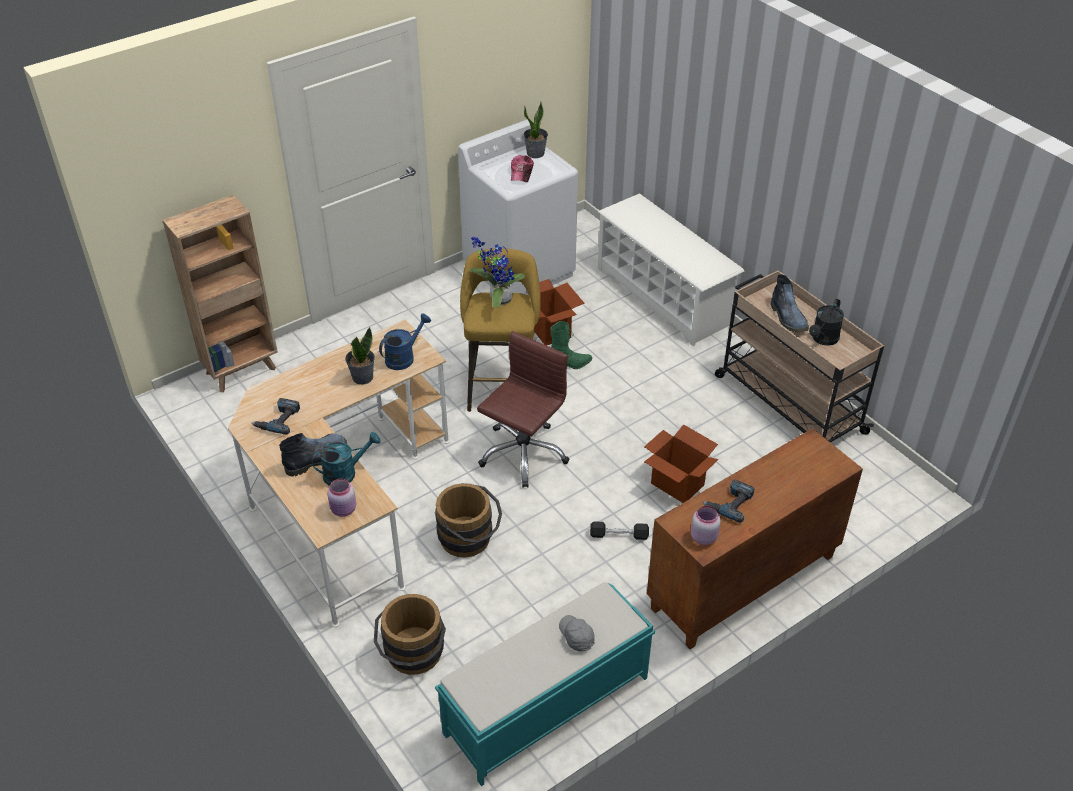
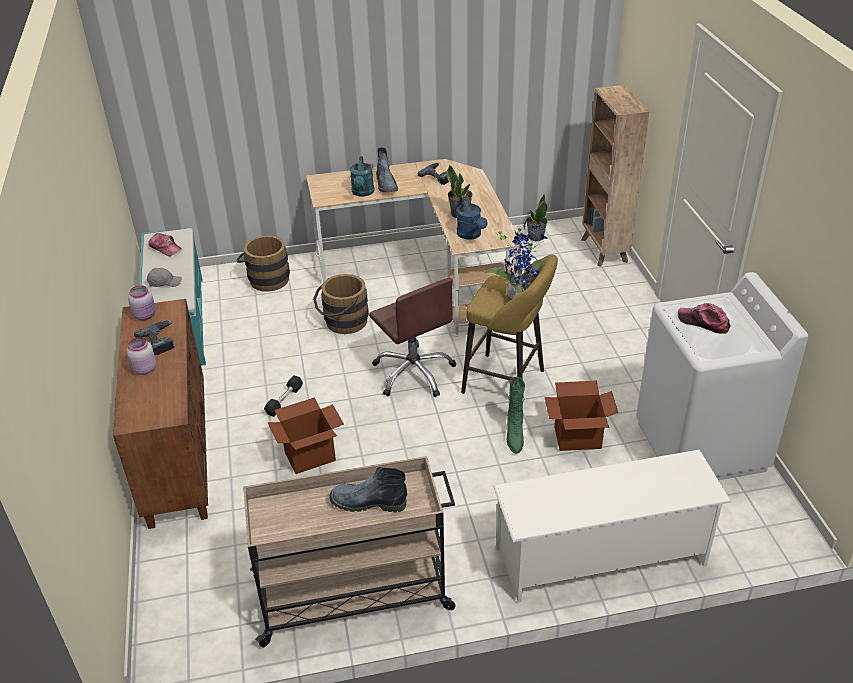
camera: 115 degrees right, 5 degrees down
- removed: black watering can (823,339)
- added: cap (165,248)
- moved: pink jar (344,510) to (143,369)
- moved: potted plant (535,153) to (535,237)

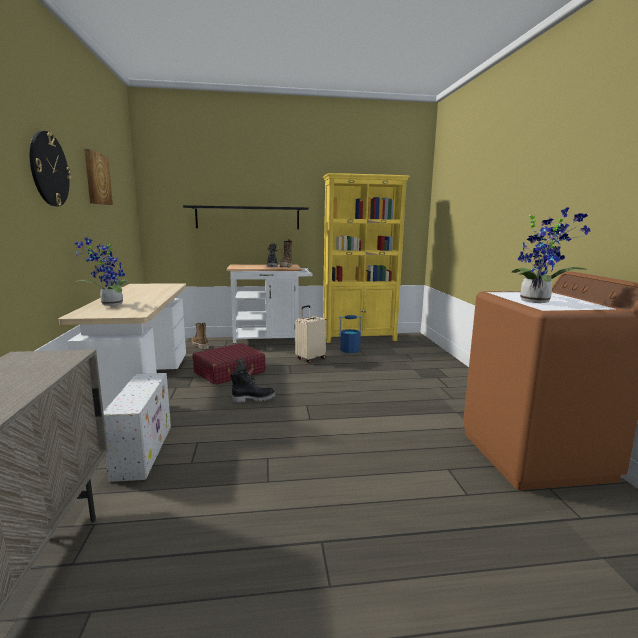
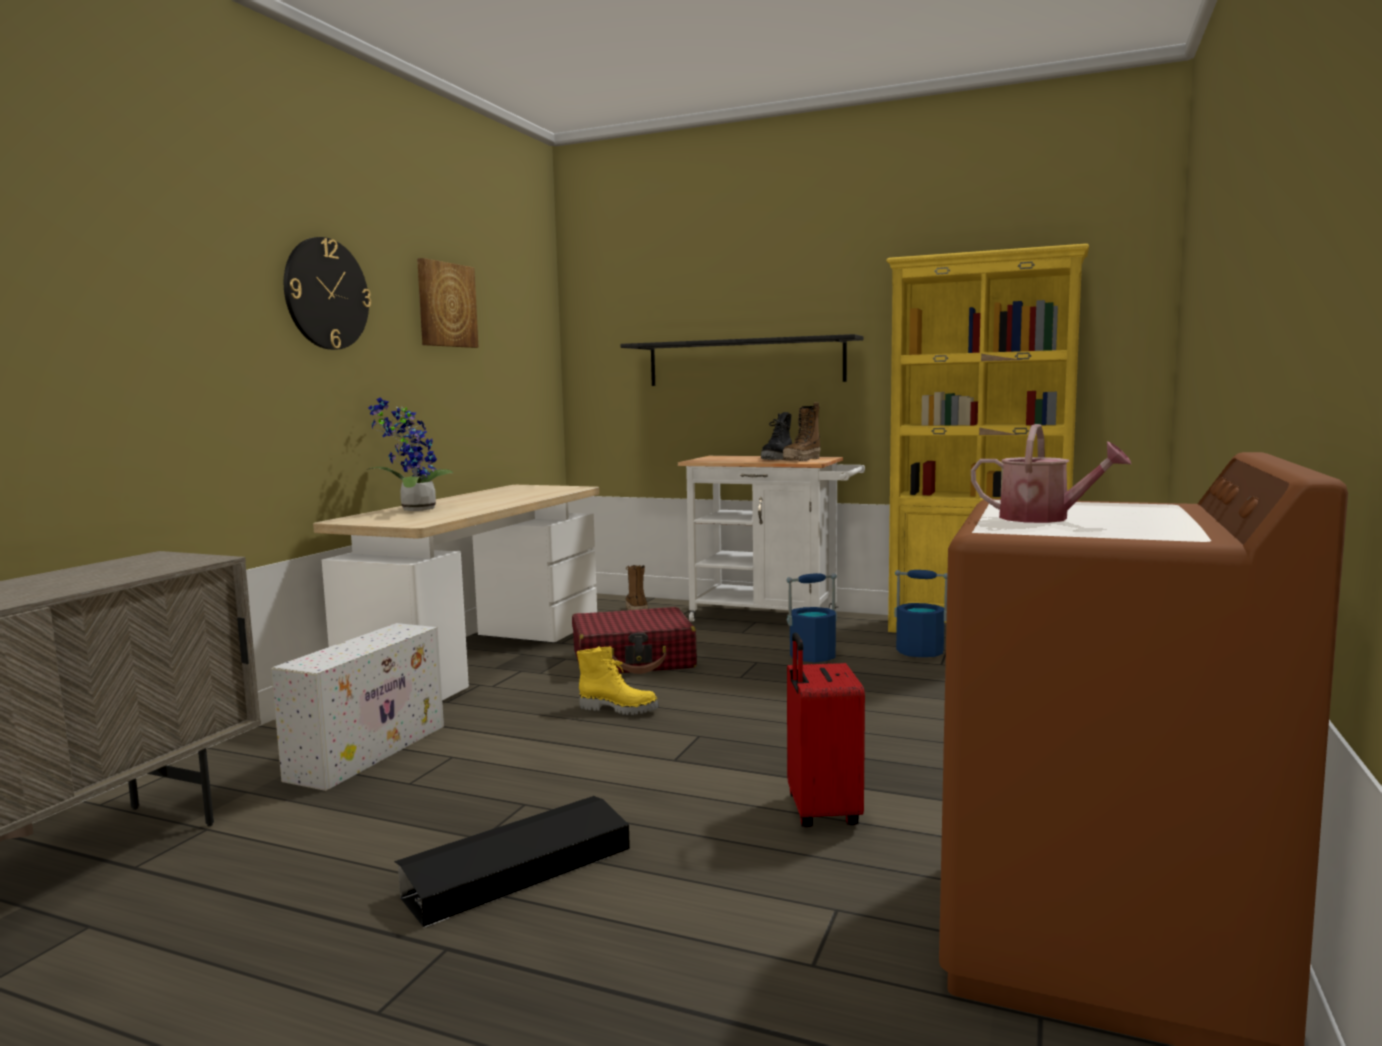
camera: 30 degrees right, 5 degrees down
- added: black storage box (516,871)
- added: red suitcase (820,811)
- replaced: beige suitcase (310,359) to blue bucket (813,657)
- replaced: potted plant (538,301) to watering can (1044,518)
- recoloured: black boot (253,399) to yellow boot (619,709)

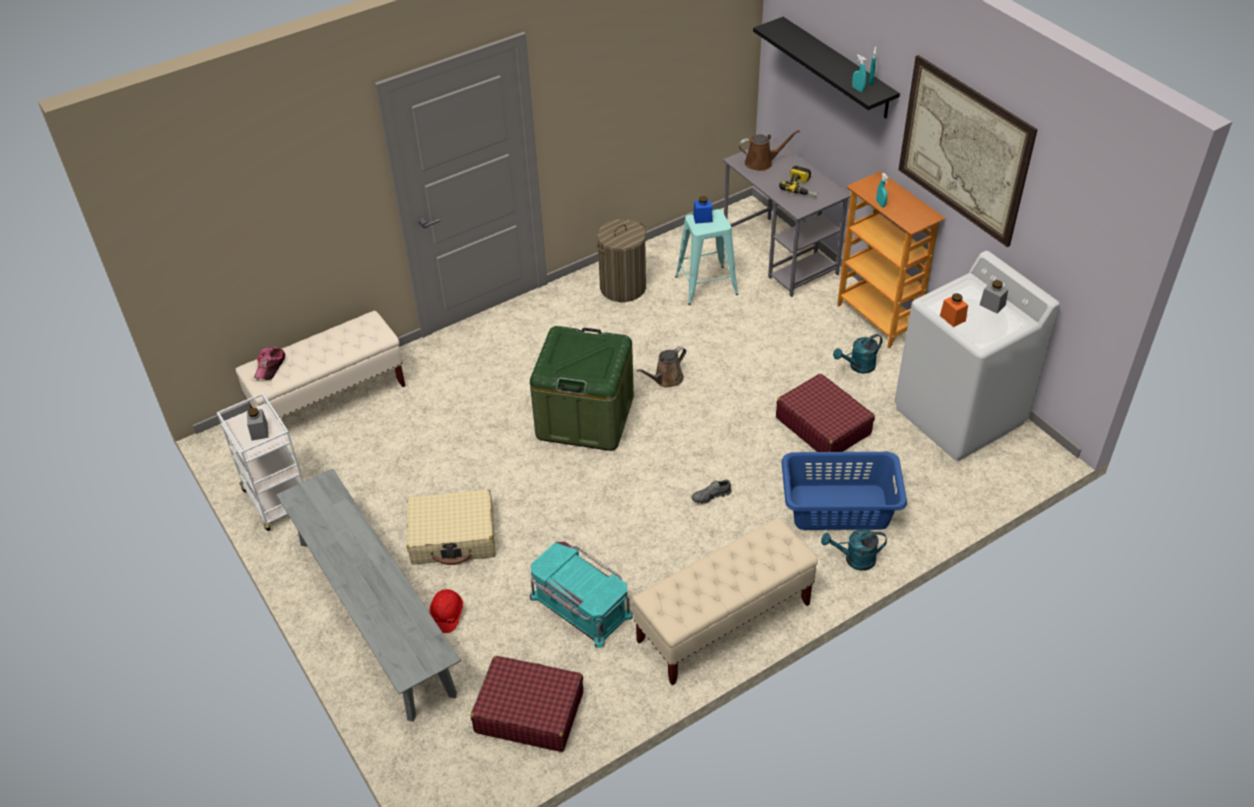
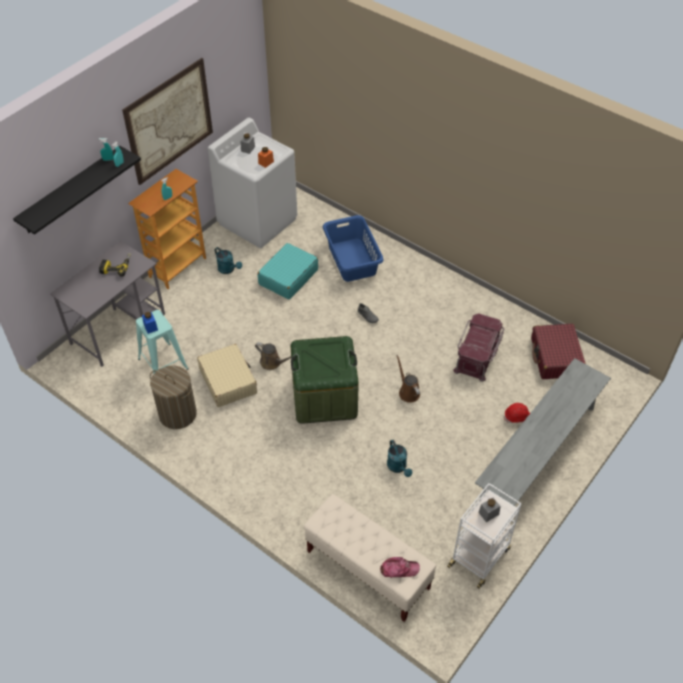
camera: 110 degrees left, 5 degrees up
- removed: beige bench (723,623)
- moved: beige suitcase (453,537) to (228,381)
- moved: brown watering can (761,162) to (408,392)
- moved: turquoise watering can (854,559) to (398,467)
- recoloured: turquoise storage box (579,606) to red storage box (478,355)
- recoloured: red suitcase (823,425) to turquoise suitcase (288,277)

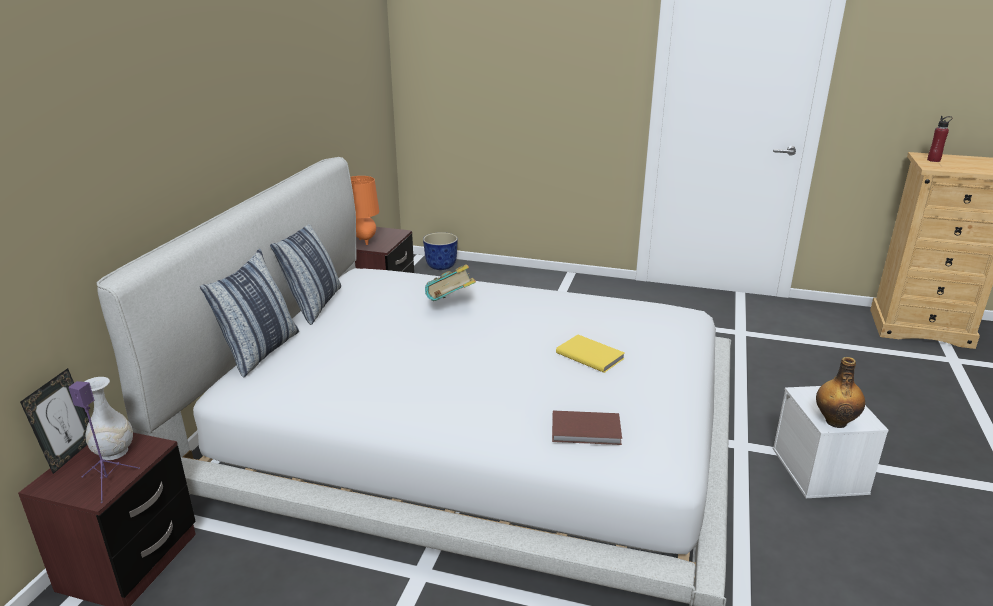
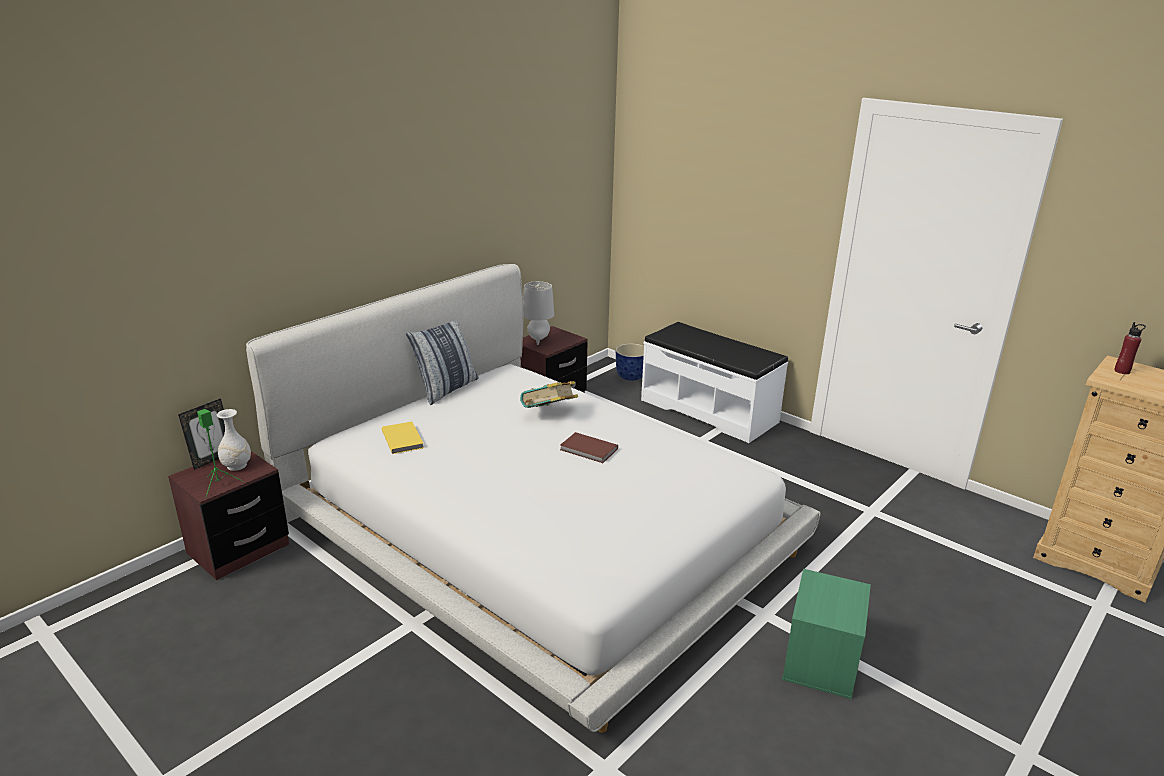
camera: 25 degrees right, 0 degrees up
- removed: pillow (260,352)
- removed: bottle (835,421)
- added: white bench (709,410)
- moved: brown book (587,431) to (588,450)
- moved: yellow book (590,355) to (403,439)
- recoloured: purple speaker (108,481) to green speaker (219,484)
- recoloured: orange table lamp (364,241) to grey table lamp (538,340)
- recoloured: white storage box (820,471) to green storage box (822,662)

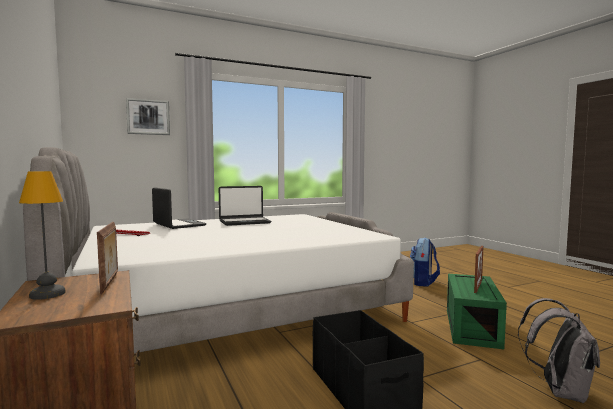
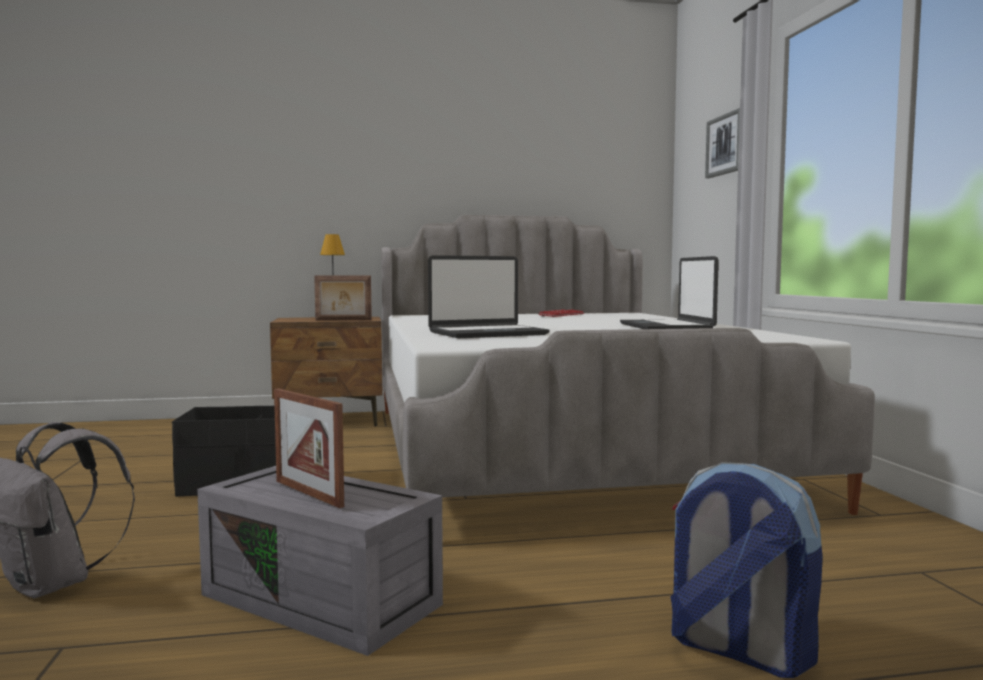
camera: 105 degrees right, 0 degrees up
- moved: laptop (178,225) to (487,333)
- recoloured: green storage box (470,327) to grey storage box (325,599)

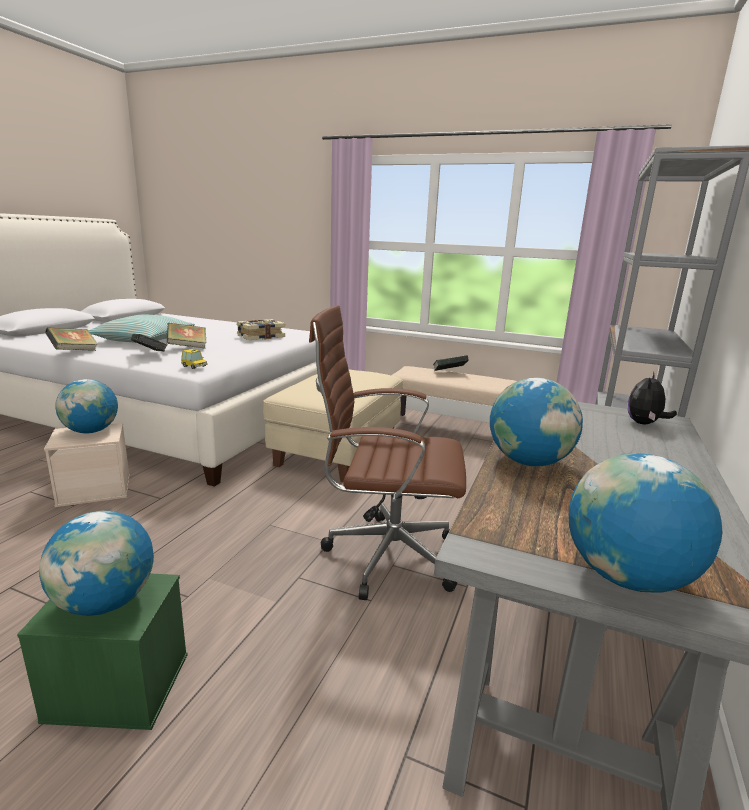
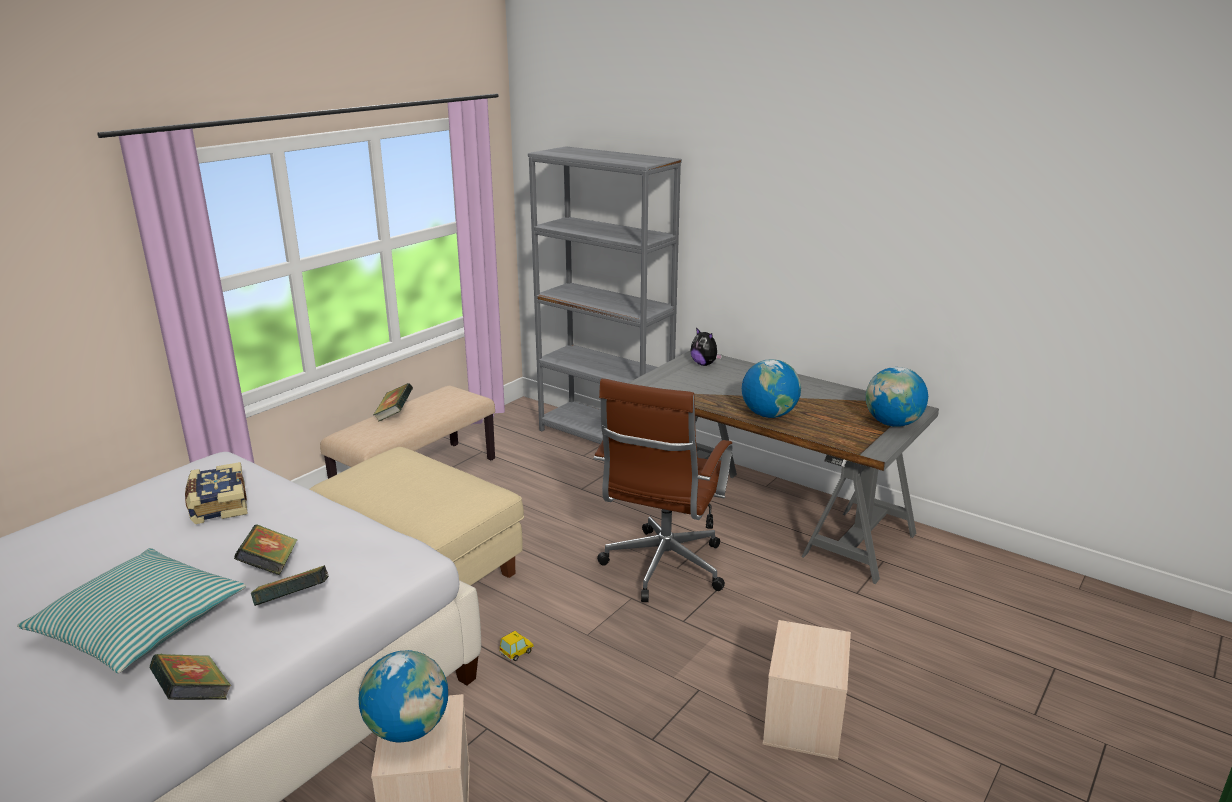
camera: 75 degrees left, 5 degrees up
- removed: globe (105,602)
- moved: toy car (194,366) to (517,652)
- recoloured: green storage box (116,687) to beige storage box (804,721)

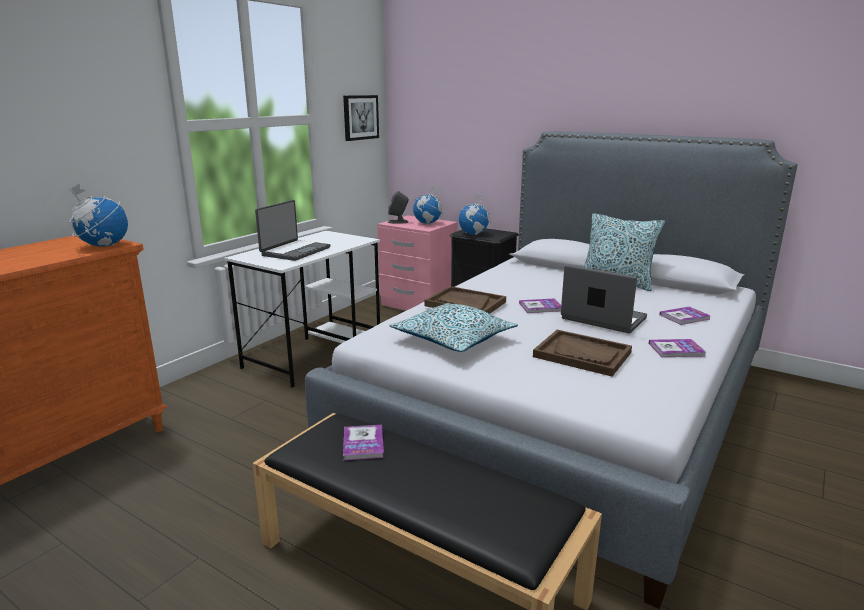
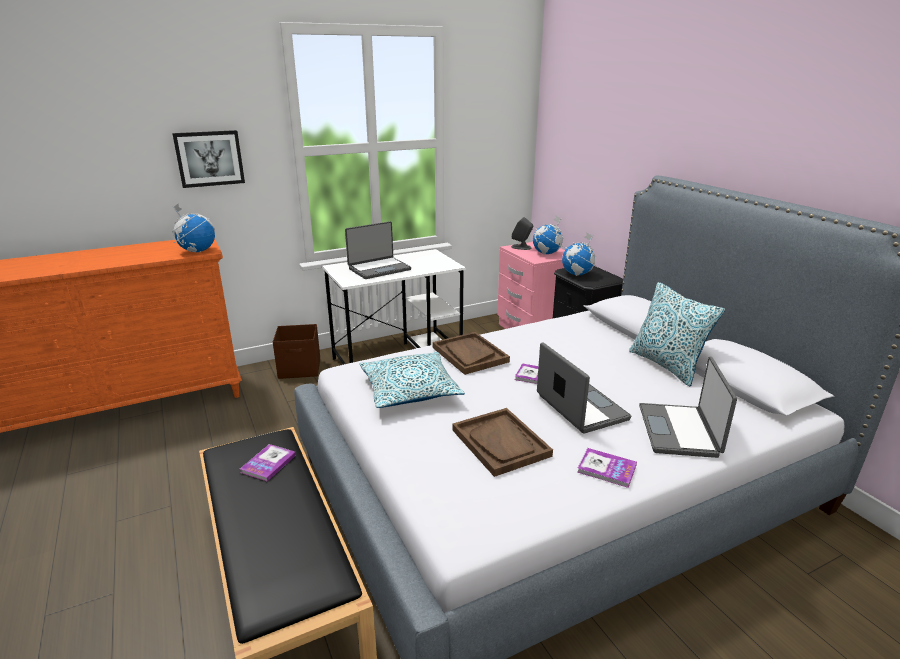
camera: 30 degrees right, 5 degrees up
- added: brown storage box (300,369)
- moved: picture (360,117) to (209,158)
- replaced: book (684,317) to laptop (680,431)

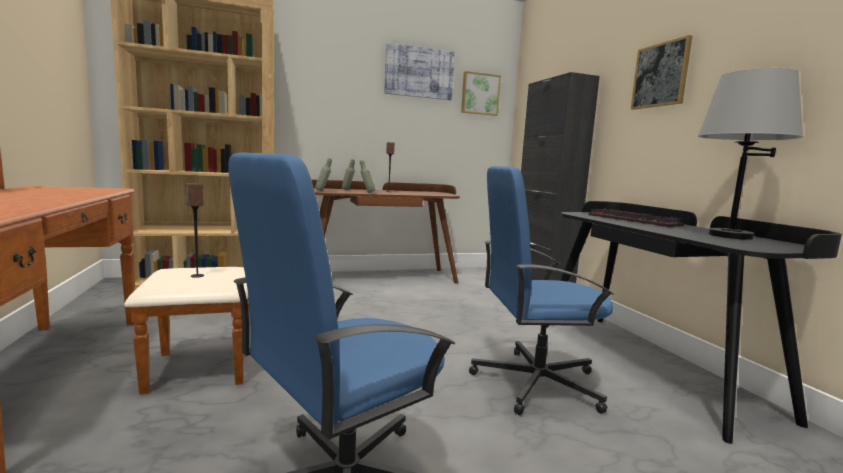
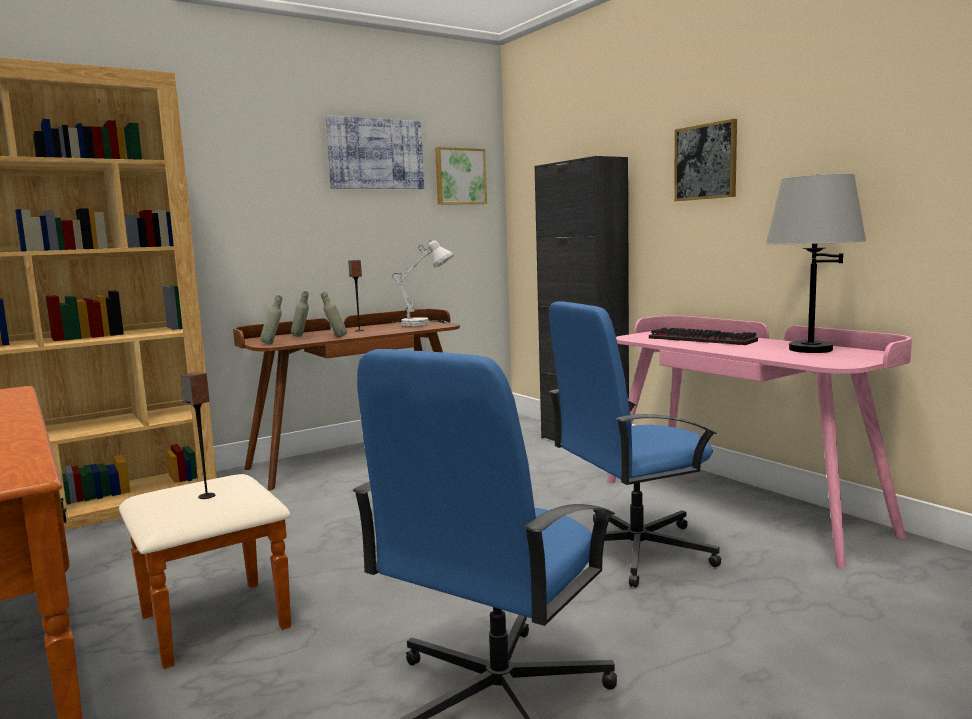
camera: 15 degrees left, 0 degrees up
- added: white table lamp (423,324)
- recoloured: black desk (648,364) to pink desk (740,505)

